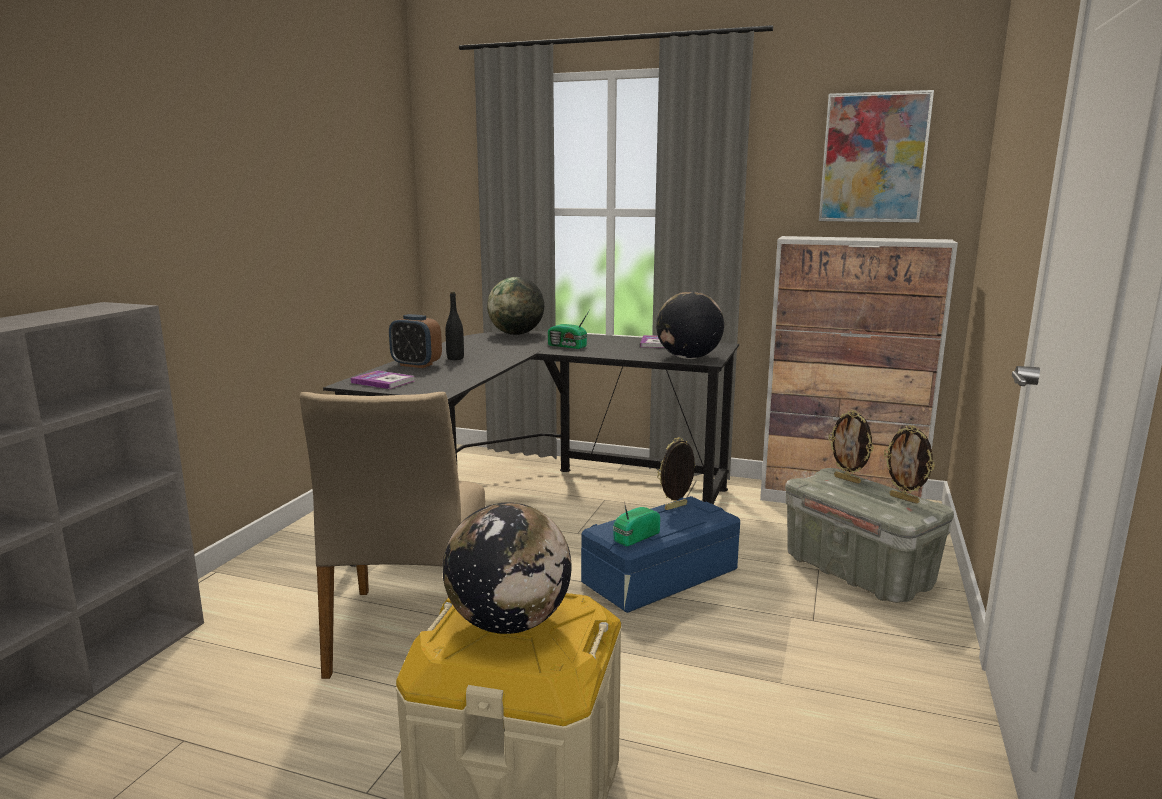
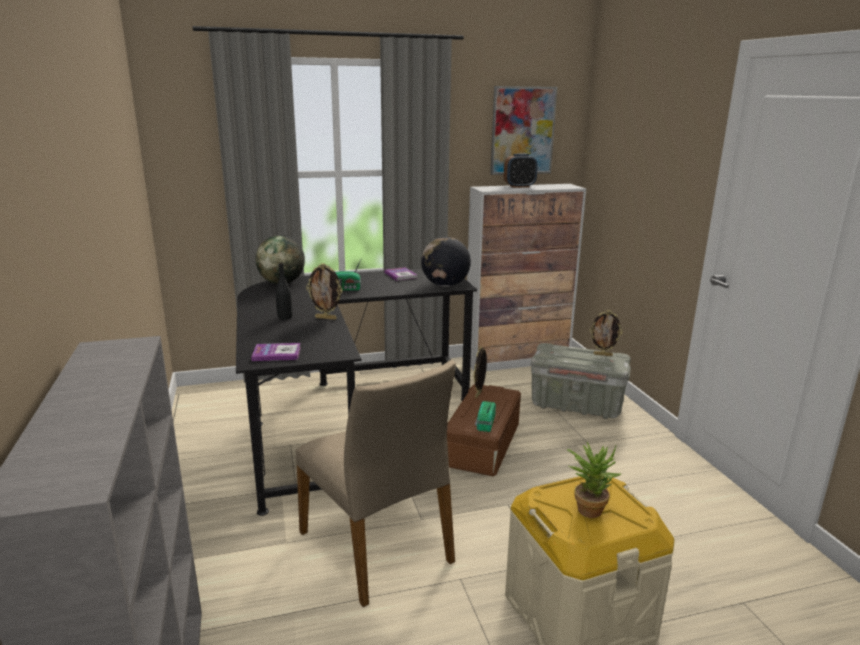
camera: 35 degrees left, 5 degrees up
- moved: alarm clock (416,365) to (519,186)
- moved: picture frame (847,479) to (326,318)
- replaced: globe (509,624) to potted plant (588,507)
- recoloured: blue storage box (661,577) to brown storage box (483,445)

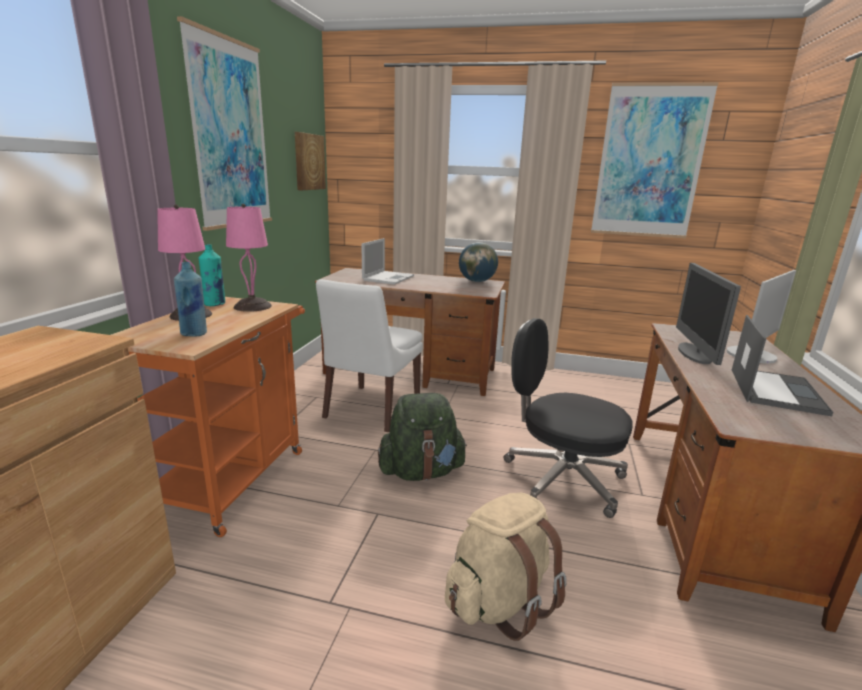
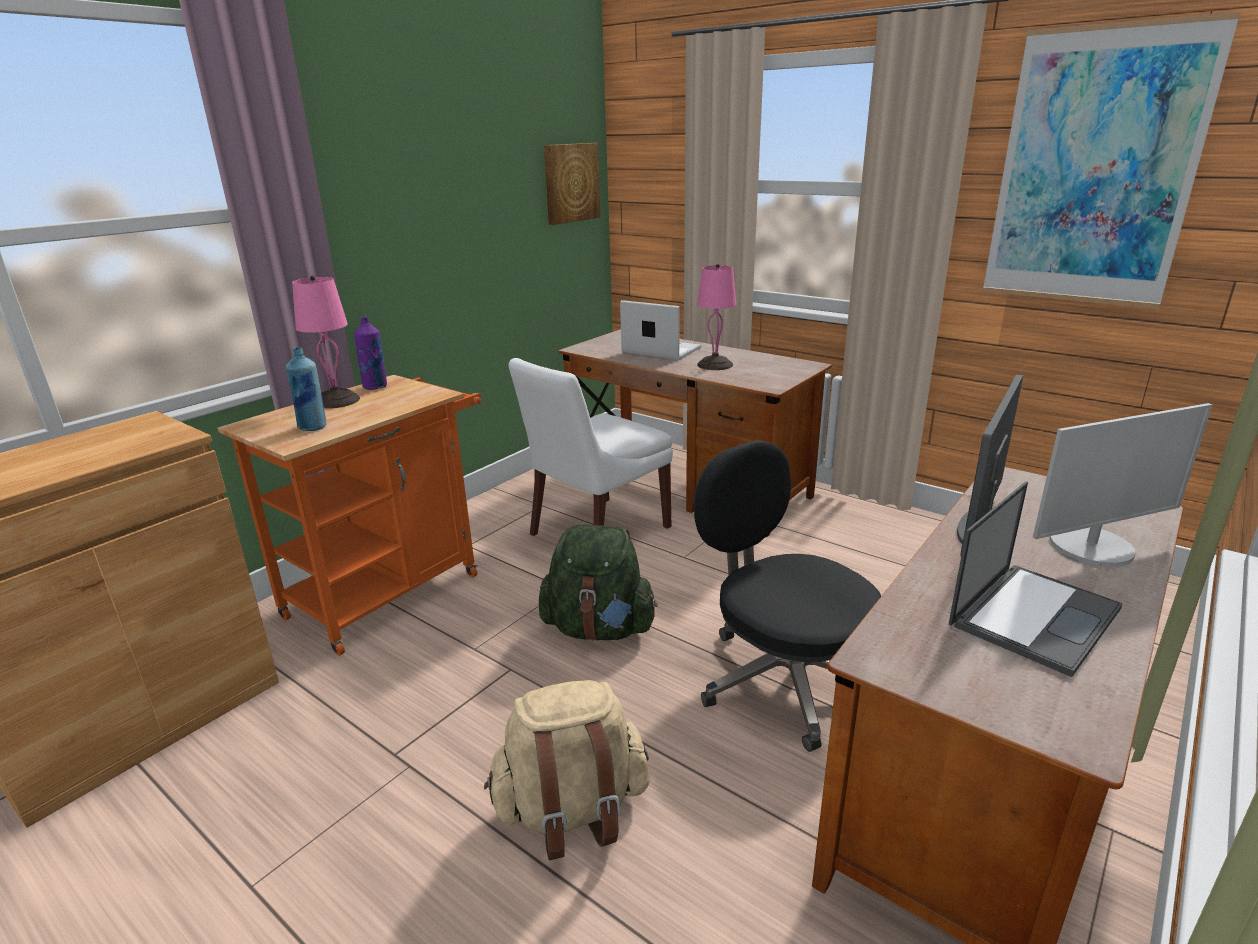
camera: 25 degrees right, 5 degrees up
- removed: picture (230,135)
- removed: globe (476,281)
- moved: pink table lamp (251,306) to (714,365)
- recoloured: turquoise bottle (215,304) to purple bottle (375,387)
- turned: laptop (388,278) = (660,350) 105 degrees counterclockwise

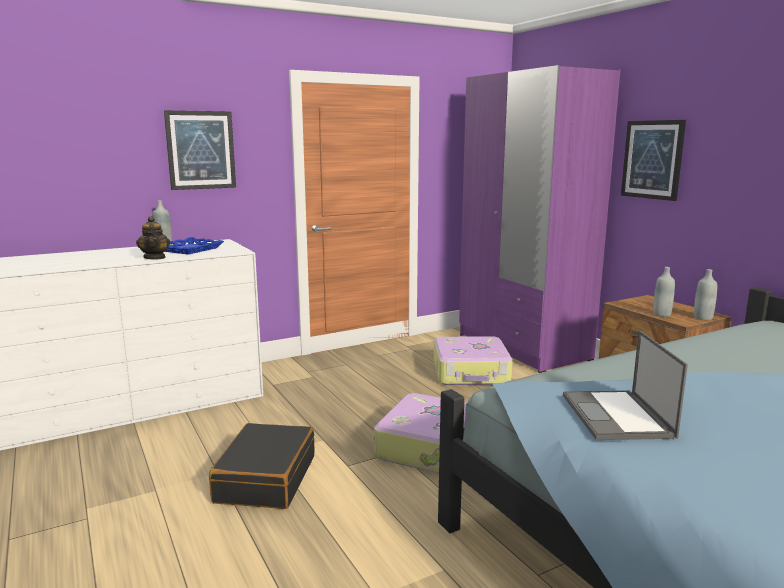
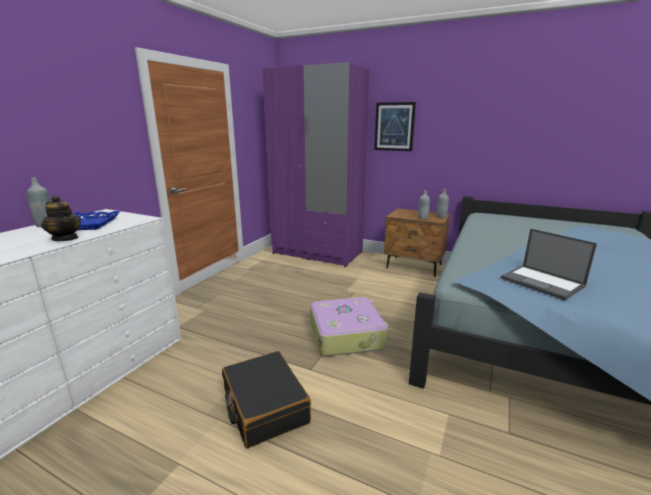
camera: 35 degrees left, 5 degrees up
- removed: picture (200,150)
- removed: suitcase (471,372)

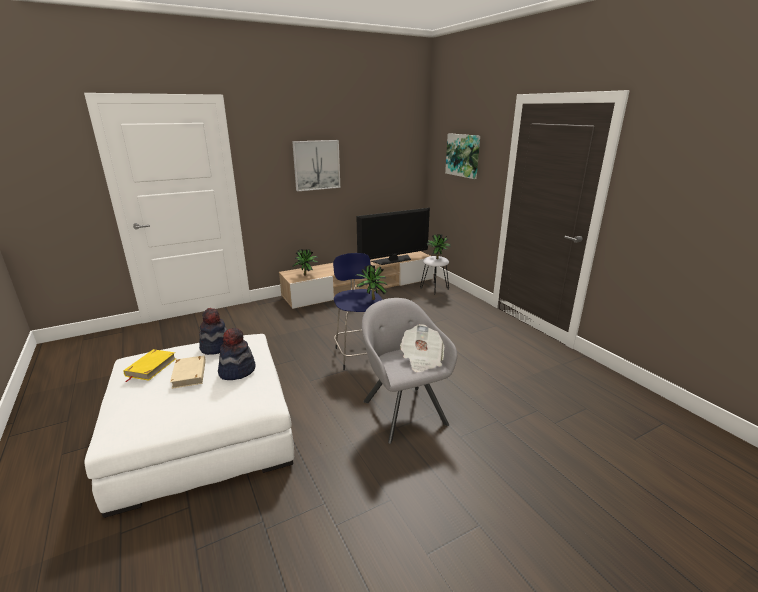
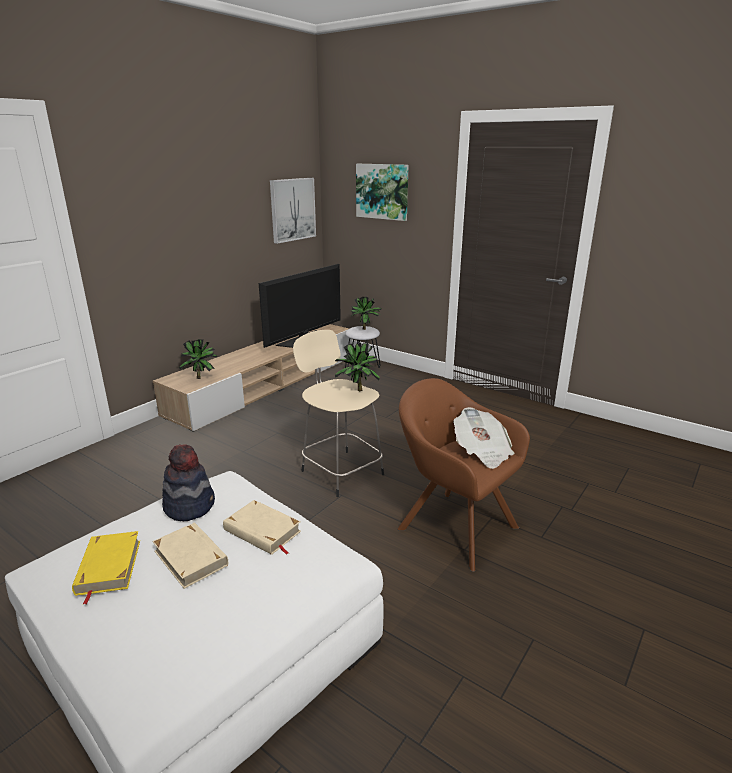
camera: 25 degrees left, 0 degrees up
- moved: picture (316,165) to (292,209)
- replaced: hat (237,371) to beige book (262,531)
- recoloured: blue stool (359,354) to beige stool (340,471)
- recoloured: grey armchair (402,410) to brown armchair (453,526)

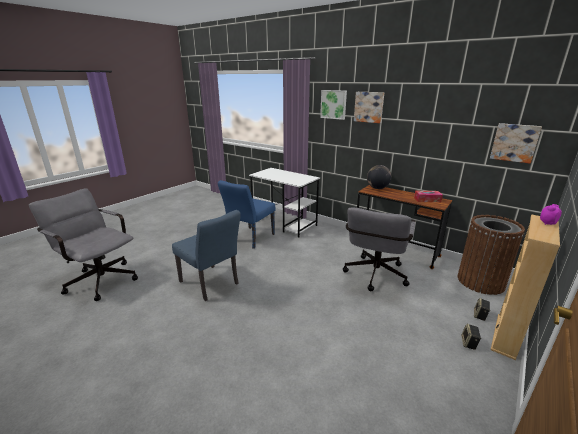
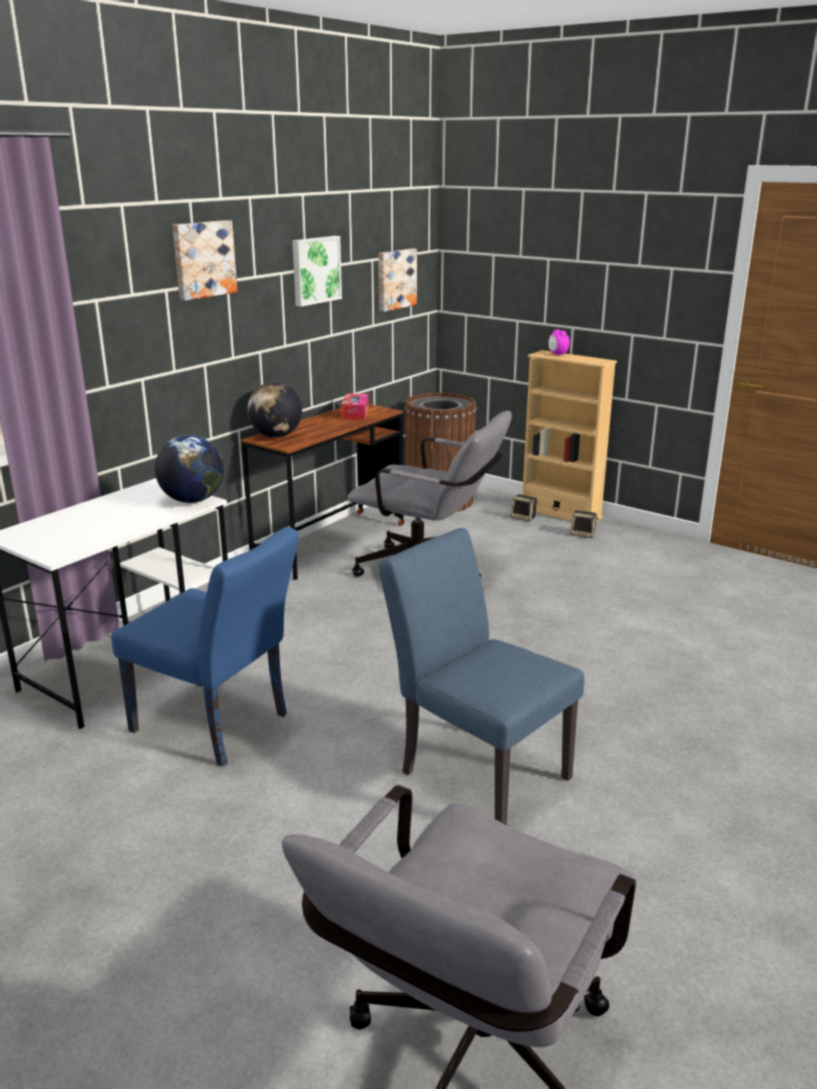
camera: 90 degrees left, 0 degrees up
- added: globe (192,500)
- moved: picture (333,104) to (315,270)
- turned: blue chair (211,284) = (475,769) 90 degrees counterclockwise

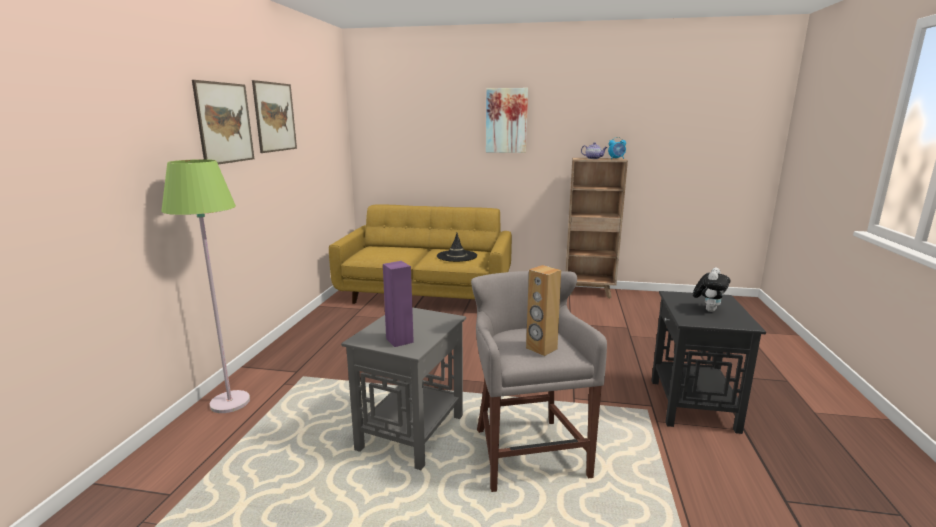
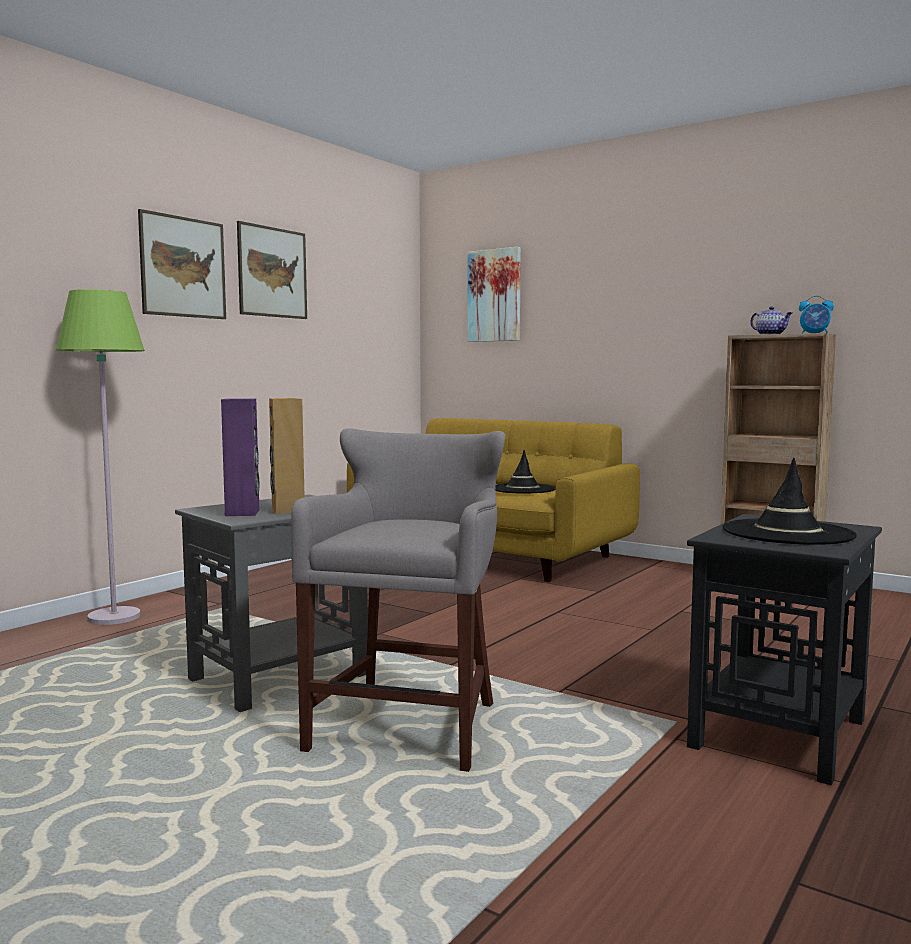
camera: 25 degrees right, 10 degrees down
- moved: picture (506,120) to (494,295)
- moved: brown speaker (541,349) to (287,510)
- replaced: plush toy (708,309) to black hat (787,533)

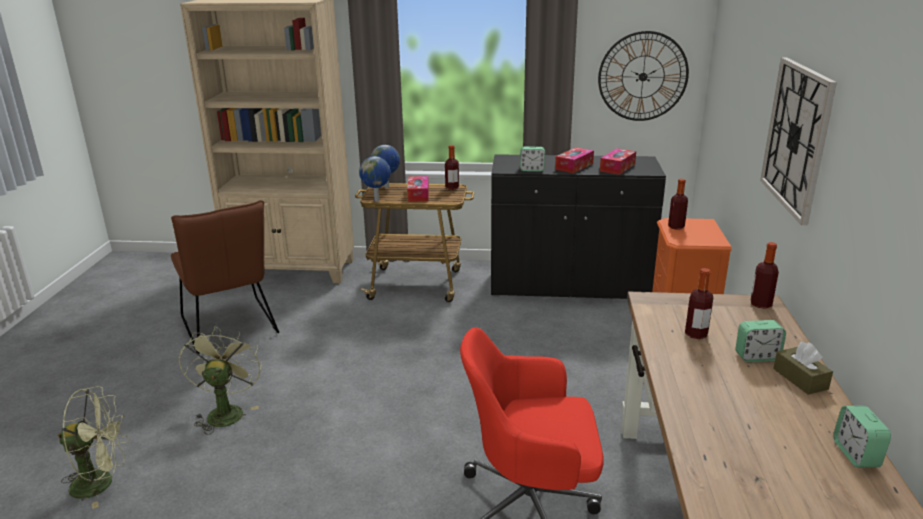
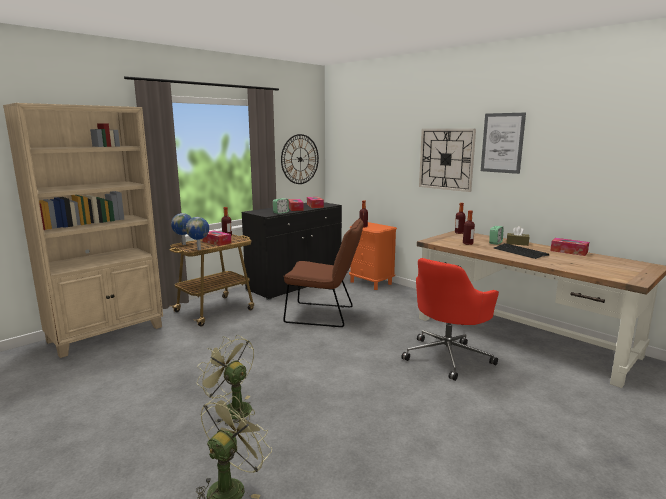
camera: 50 degrees left, 10 degrees down
- added: picture (502,143)
- added: keyboard (520,252)
- moved: brown chair (231,328) to (324,315)
- replaced: alarm clock (856,454) to tissue box (569,251)

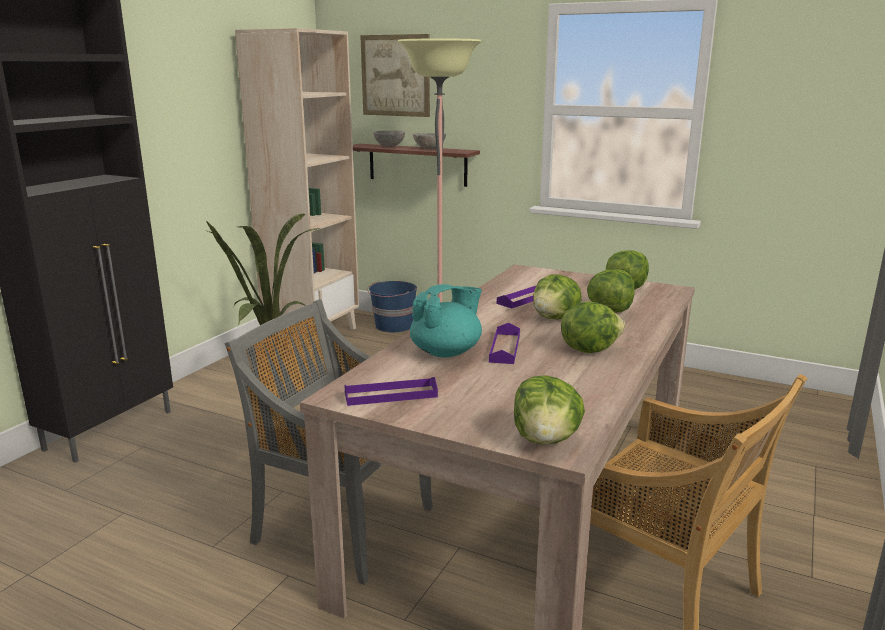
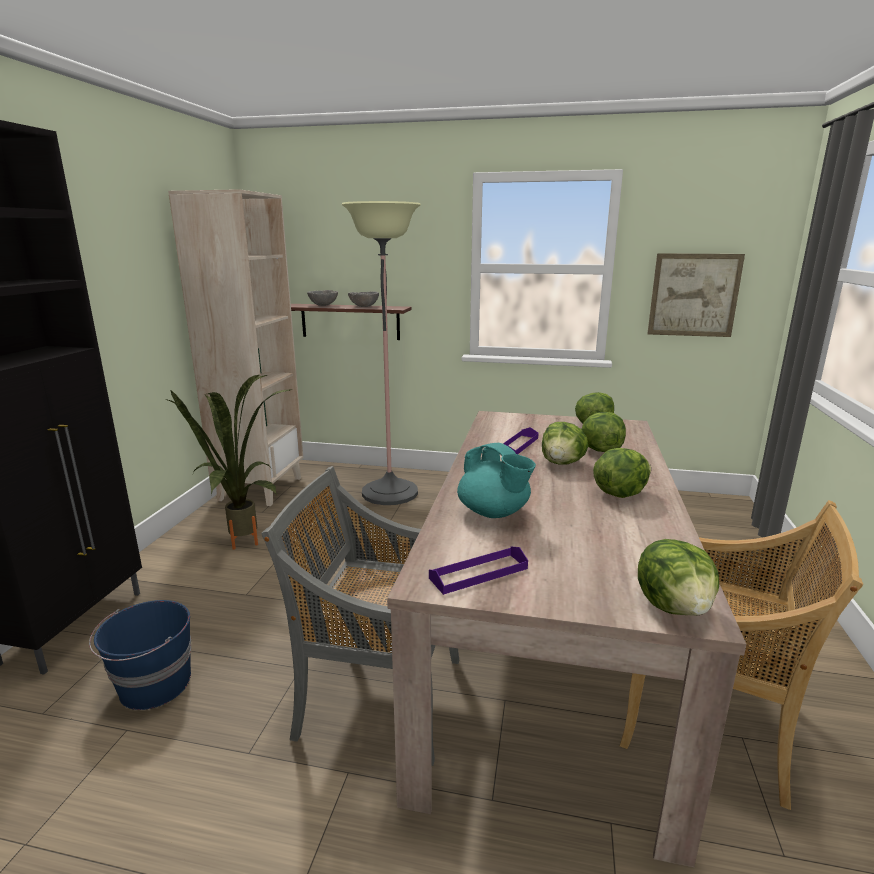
camera: 15 degrees left, 0 degrees up
- removed: purple tray (504,348)
- moved: picture (395,75) to (694,295)
- moved: blue bucket (393,326) to (154,686)
- turned: turquoise teapot (447,352) = (494,513) 105 degrees clockwise

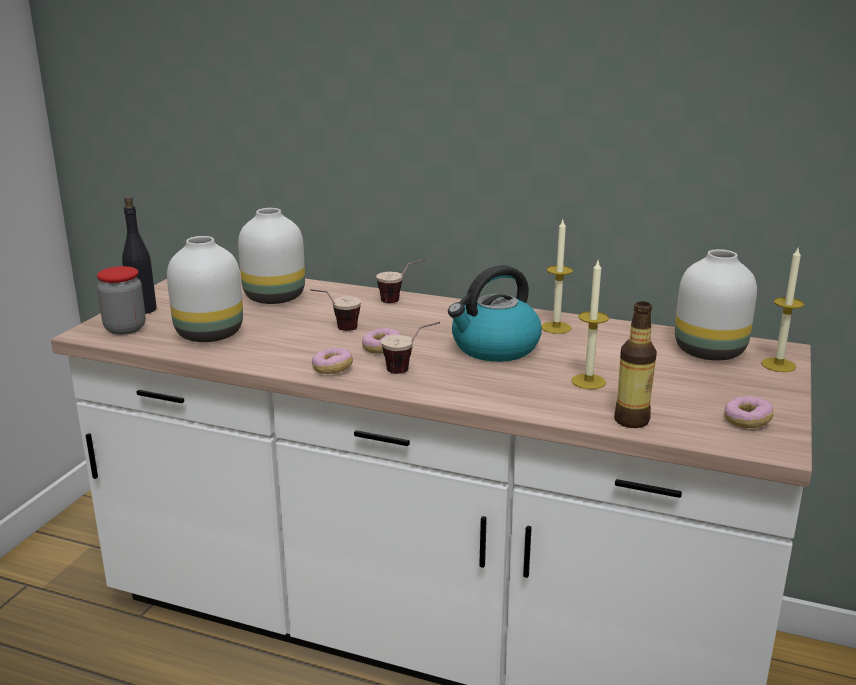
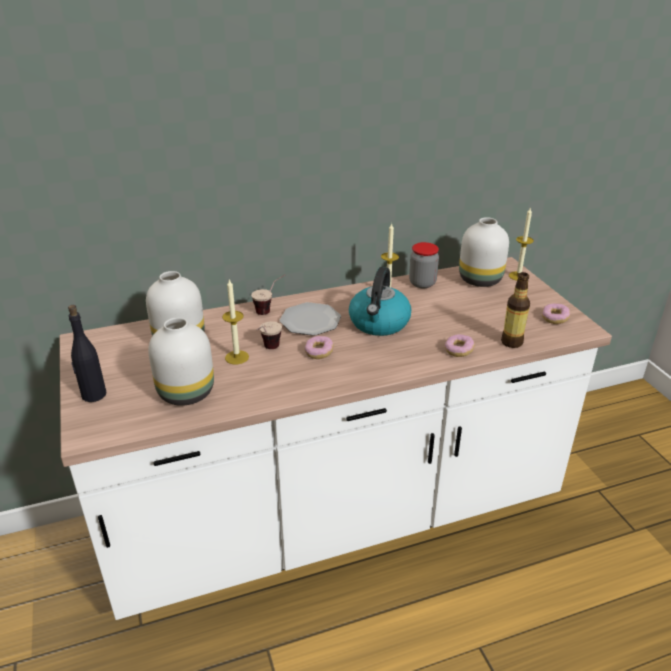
camera: 40 degrees left, 10 degrees up
- removed: cup (410,370)
- added: plate (310,321)
- moved: jar (125,328) to (422,283)
- moved: donut (332,369) to (458,351)
- moved: candle (588,381) to (237,357)

